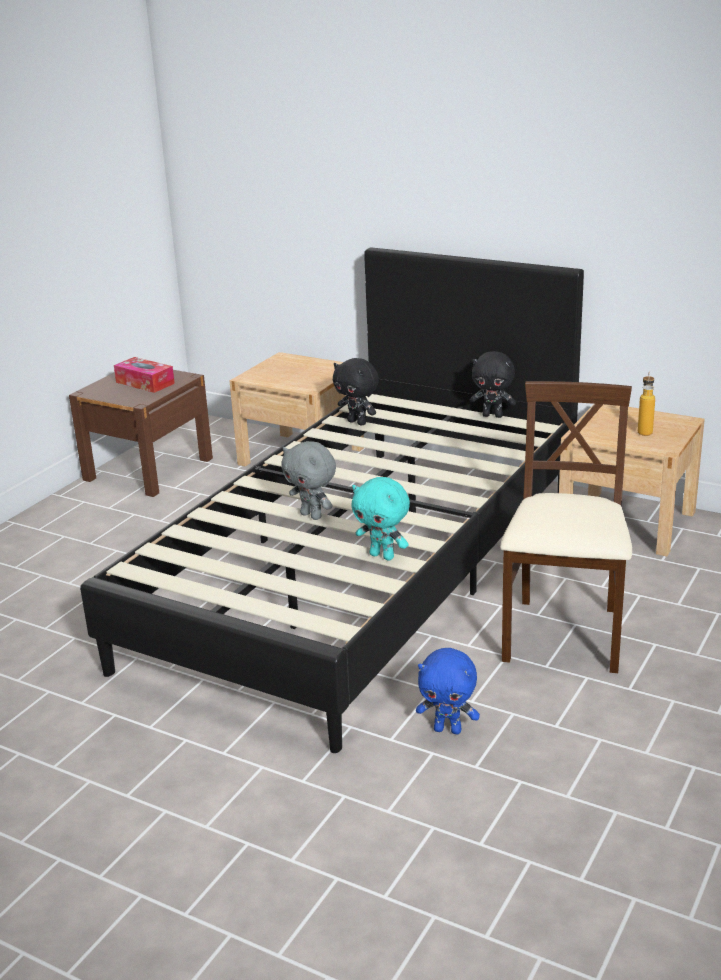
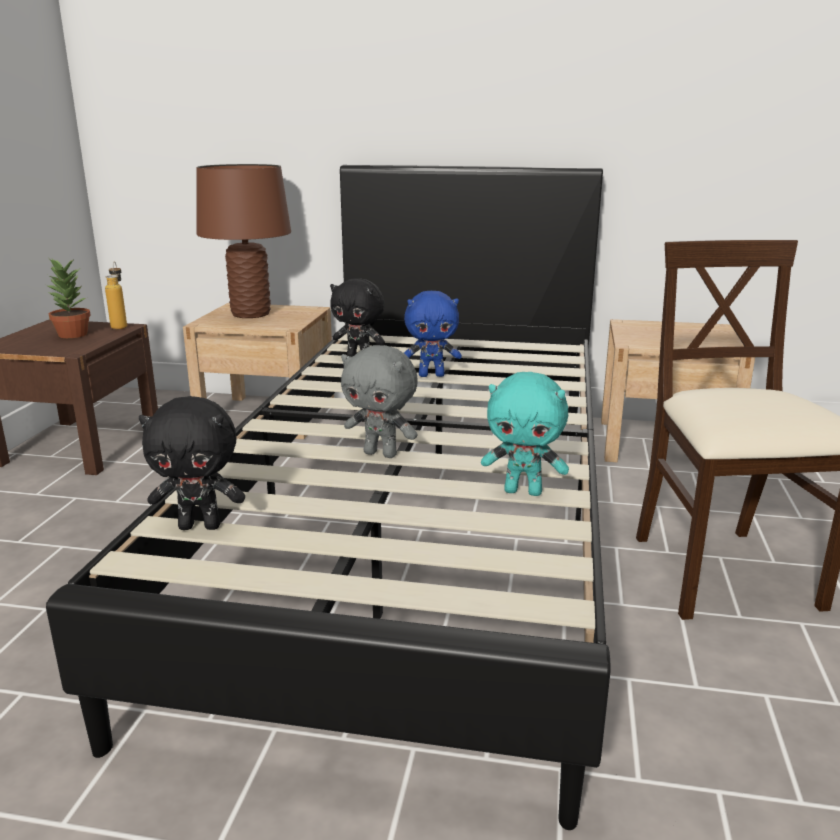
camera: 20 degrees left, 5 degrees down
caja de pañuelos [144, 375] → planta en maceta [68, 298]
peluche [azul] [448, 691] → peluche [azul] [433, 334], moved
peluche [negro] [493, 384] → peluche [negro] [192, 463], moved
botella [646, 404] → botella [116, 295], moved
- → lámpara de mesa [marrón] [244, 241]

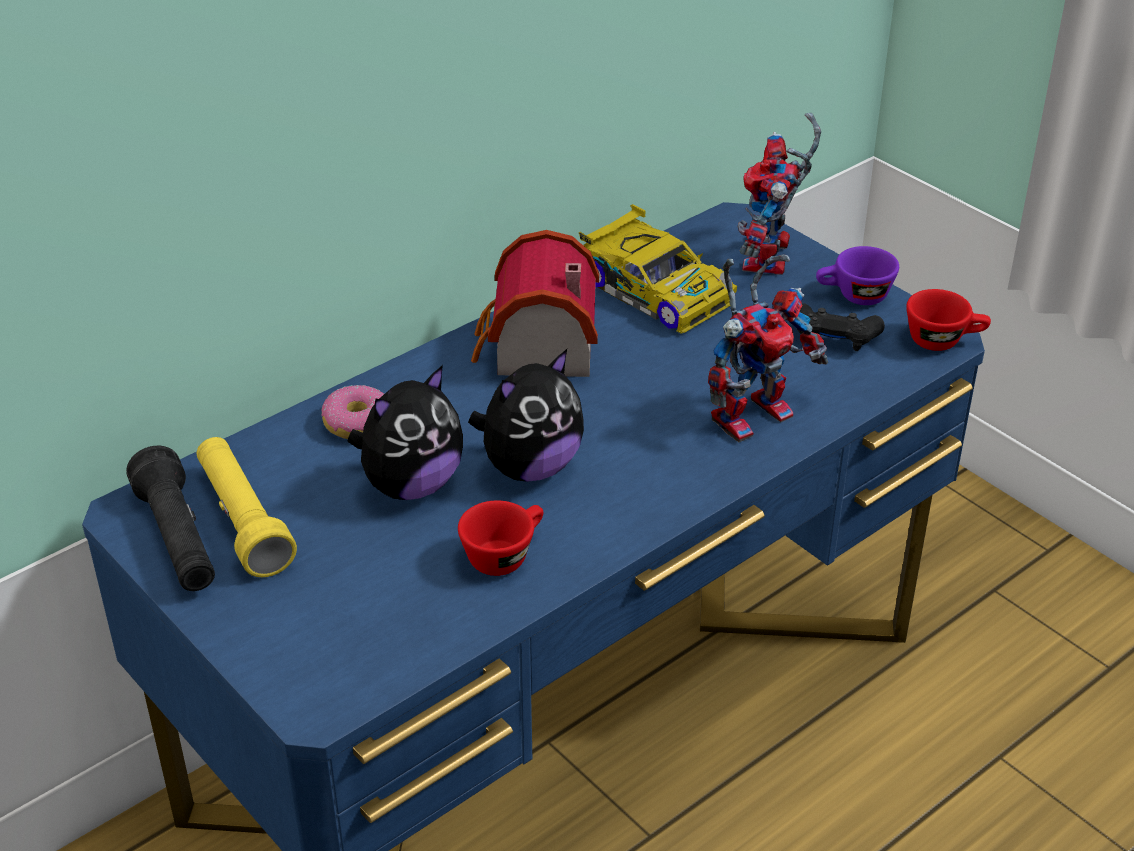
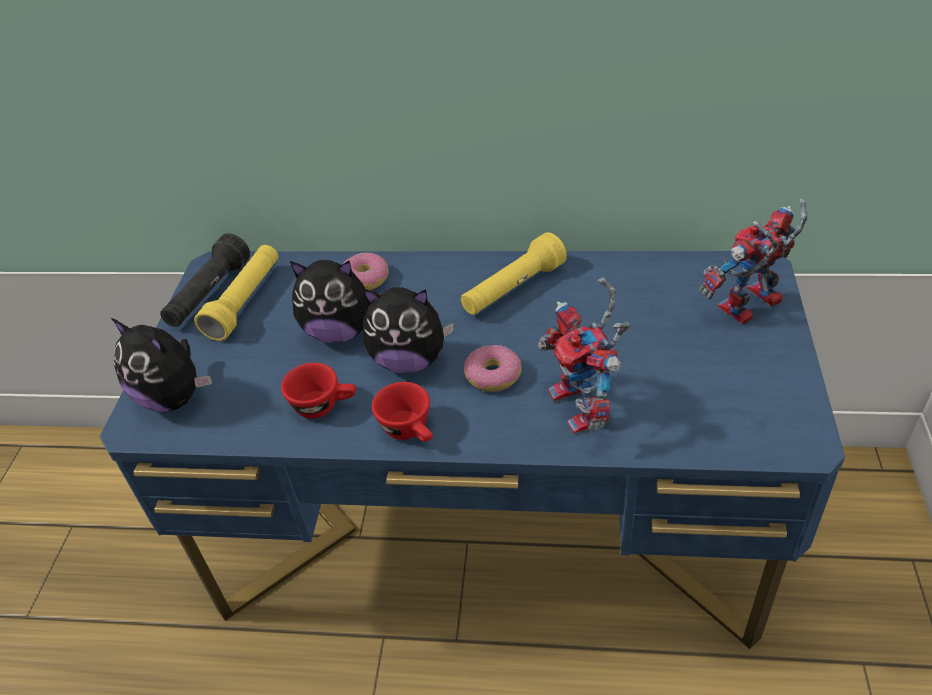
camera: 50 degrees right, 5 degrees up
casita [535, 303] → linterna [amarillo] [514, 273]
coche de juguete [658, 269] → -
robot de juguete [768, 349] → robot de juguete [584, 355], 60 degrees clockwise
mando de consola [negro] [840, 327] → -
taza [morado] [857, 275] → -
taza [rojo] [948, 320] → taza [rojo] [402, 412], moved
- → peluche [161, 365]
- → rosquilla [492, 368]

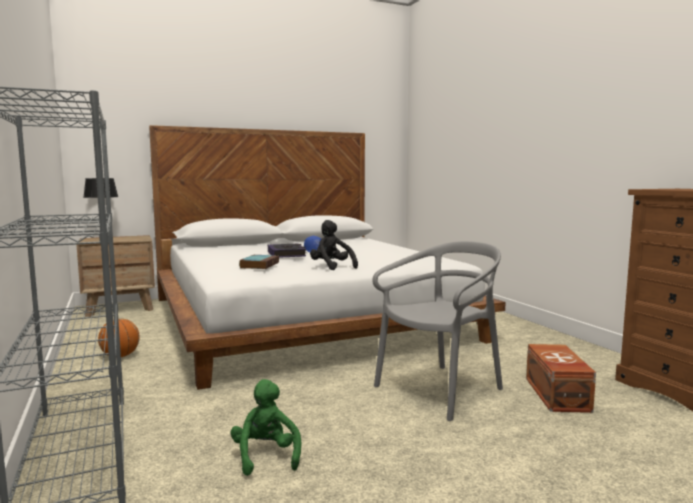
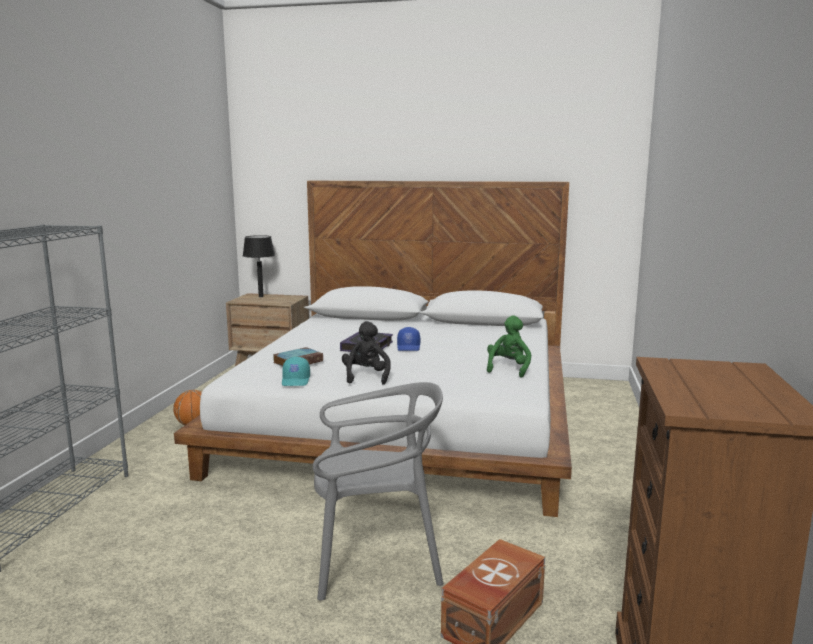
camera: 35 degrees right, 5 degrees up
peluche [verde] [266, 427] → peluche [verde] [509, 346], moved
- → gorra [turquesa] [296, 371]

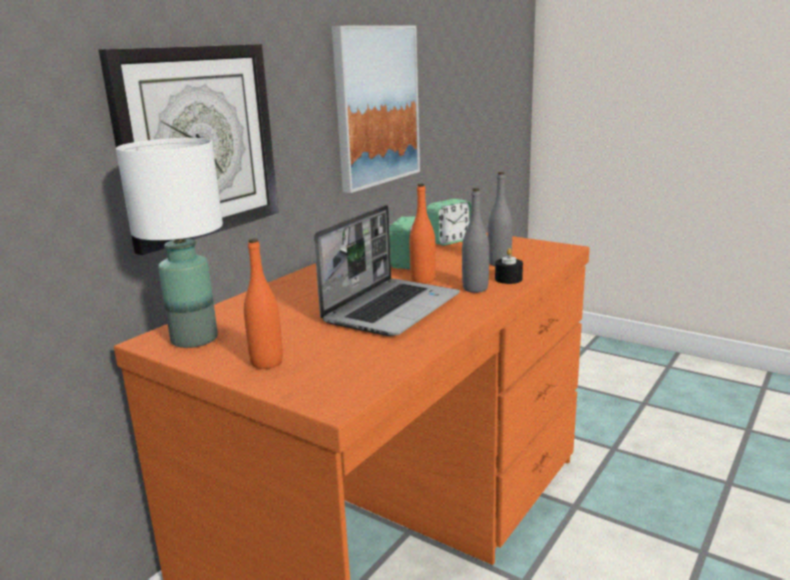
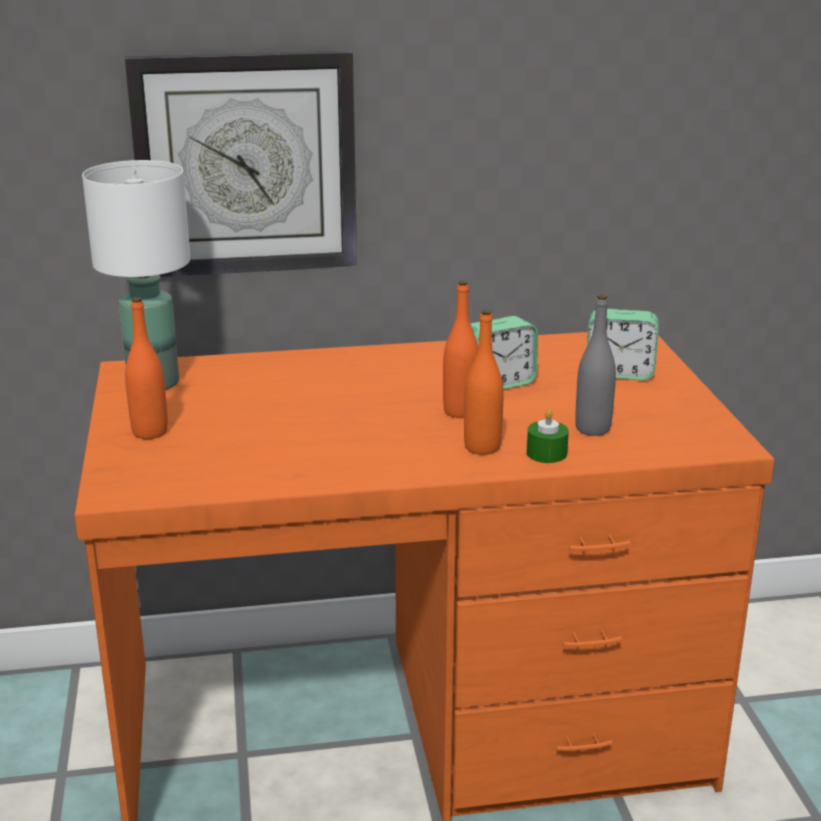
camera: 45 degrees right, 5 degrees up
portátil [387, 270] → -
cuadro [376, 109] → -
botella [gris] [475, 240] → botella [naranja] [483, 382]
vela [negro] [509, 266] → vela [verde] [548, 436]

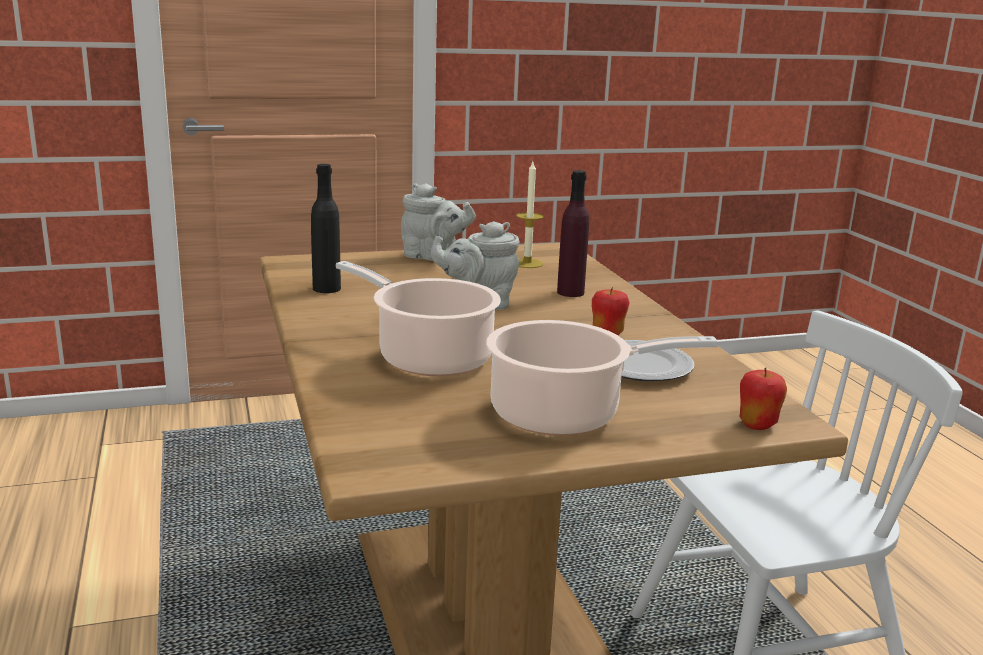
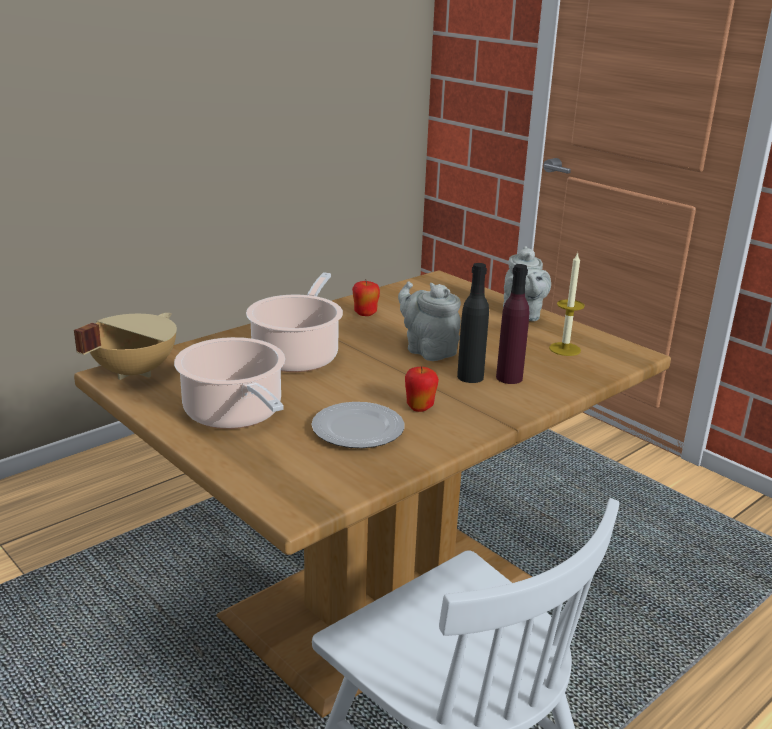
camera: 65 degrees right, 5 degrees up
botella [negro] [326, 228] → botella [negro] [473, 323], moved
manzana [763, 399] → manzana [366, 298], moved
- → olla [beis] [125, 346]

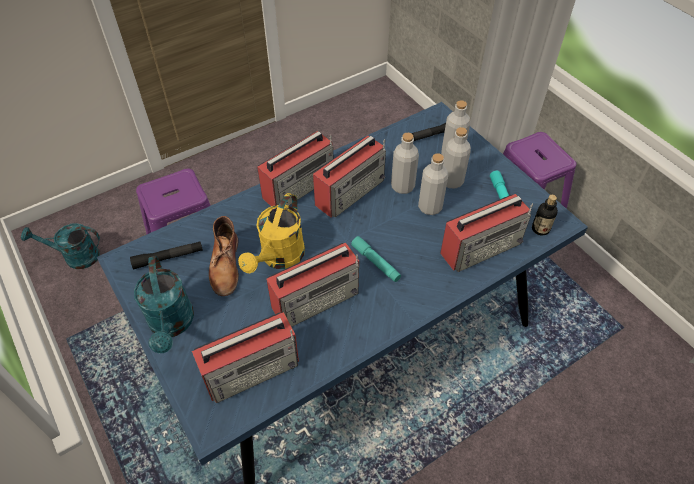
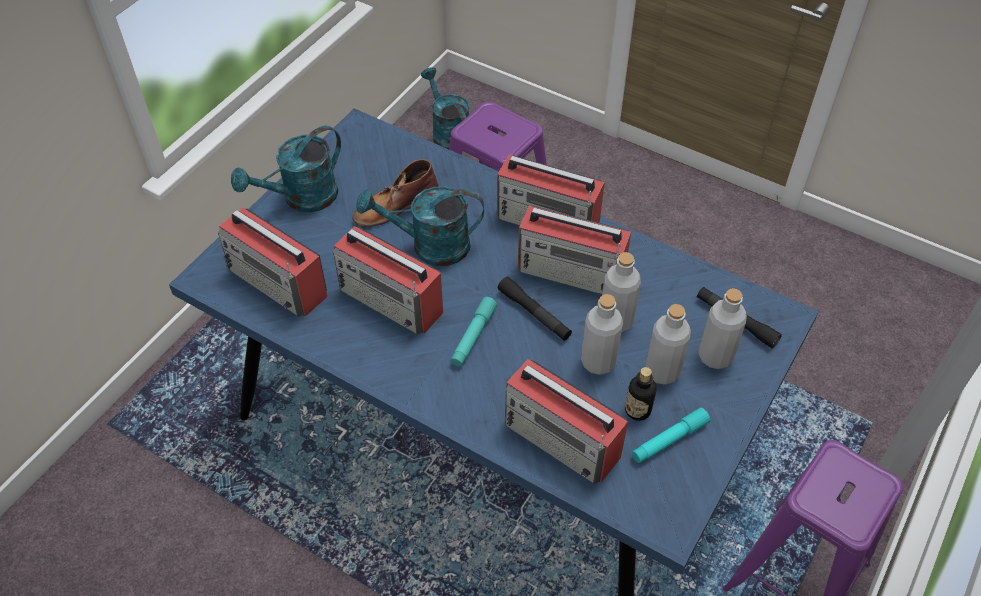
camera: 65 degrees right, 0 degrees up
linterna [negro] [166, 255] → linterna [negro] [535, 309], moved
regadera [amarillo] [271, 233] → regadera [turquesa] [420, 226]
botella [545, 215] → botella [641, 394], moved

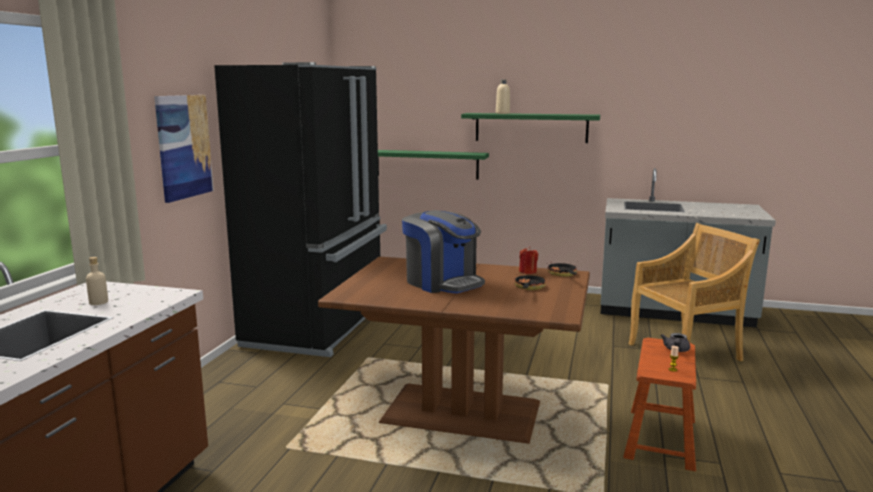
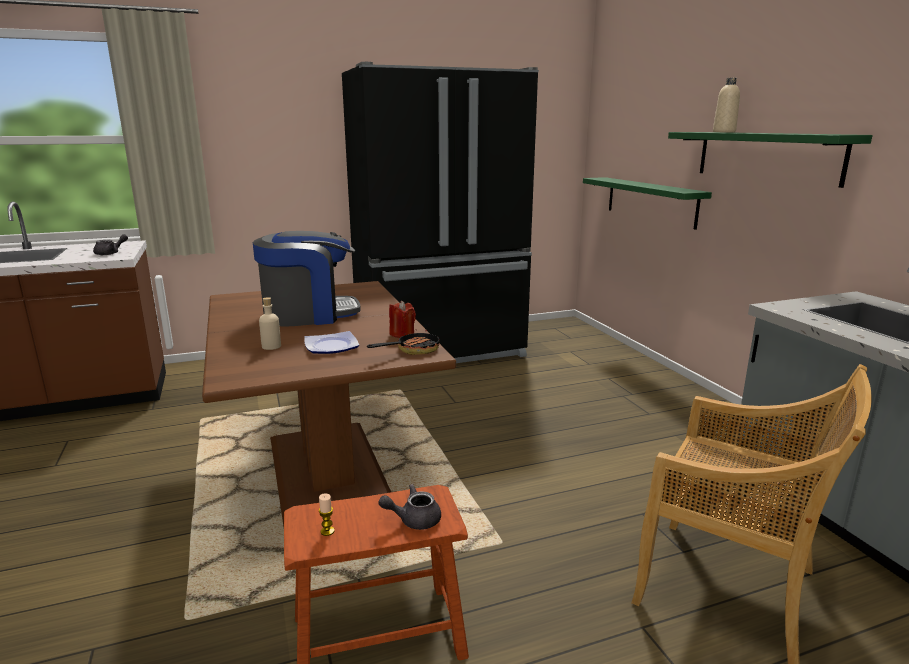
camera: 55 degrees right, 5 degrees up
botella [beis] [97, 281] → botella [beis] [270, 323], moved
cuadro [184, 149] → -
cafetera [443, 251] → cafetera [307, 279], 120 degrees counterclockwise
sartén [530, 282] → plato [332, 342]
- → tetera [gris] [110, 244]

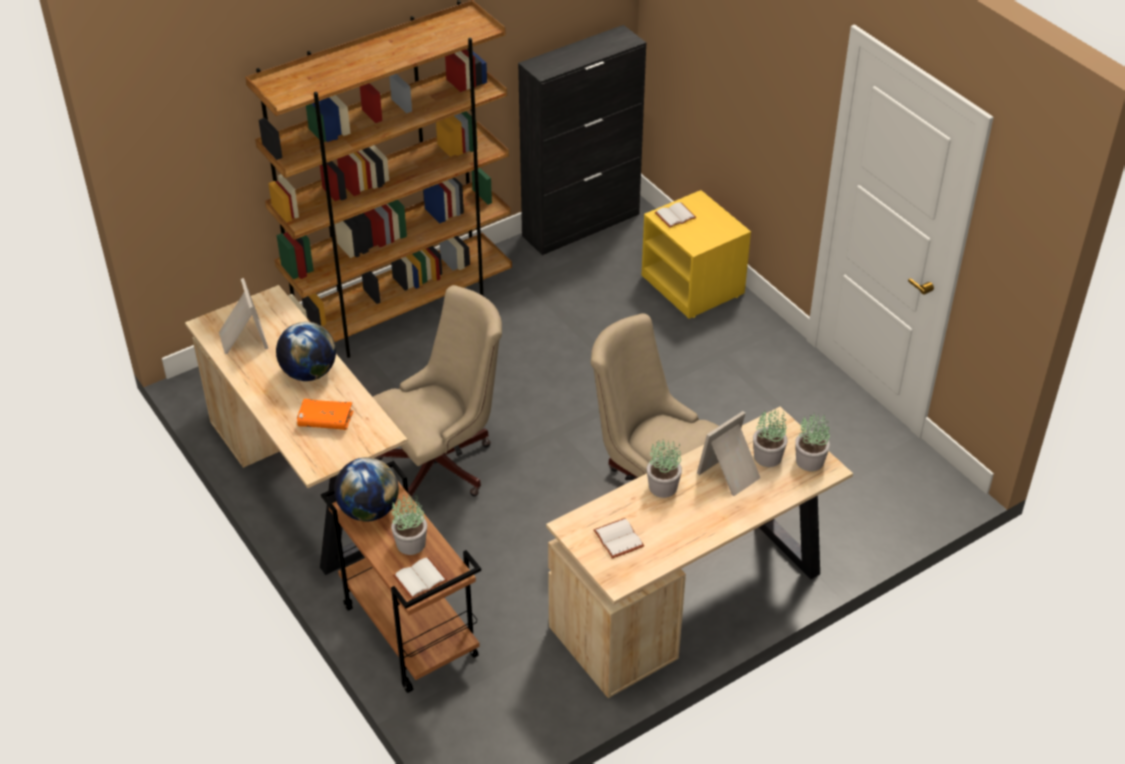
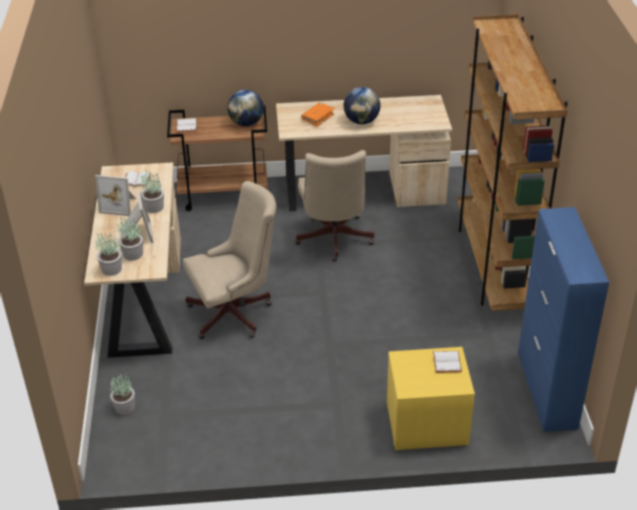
camera: 120 degrees right, 5 degrees down
portarretratos [243, 316] → portarretratos [115, 195], moved
planta en maceta [409, 524] → planta en maceta [122, 394], moved
armario [negro] [582, 140] → armario [azul] [563, 319]

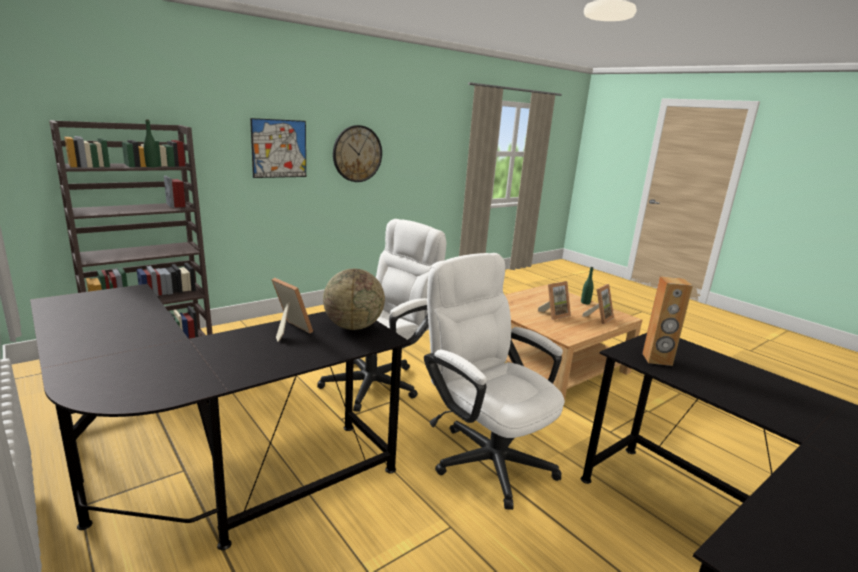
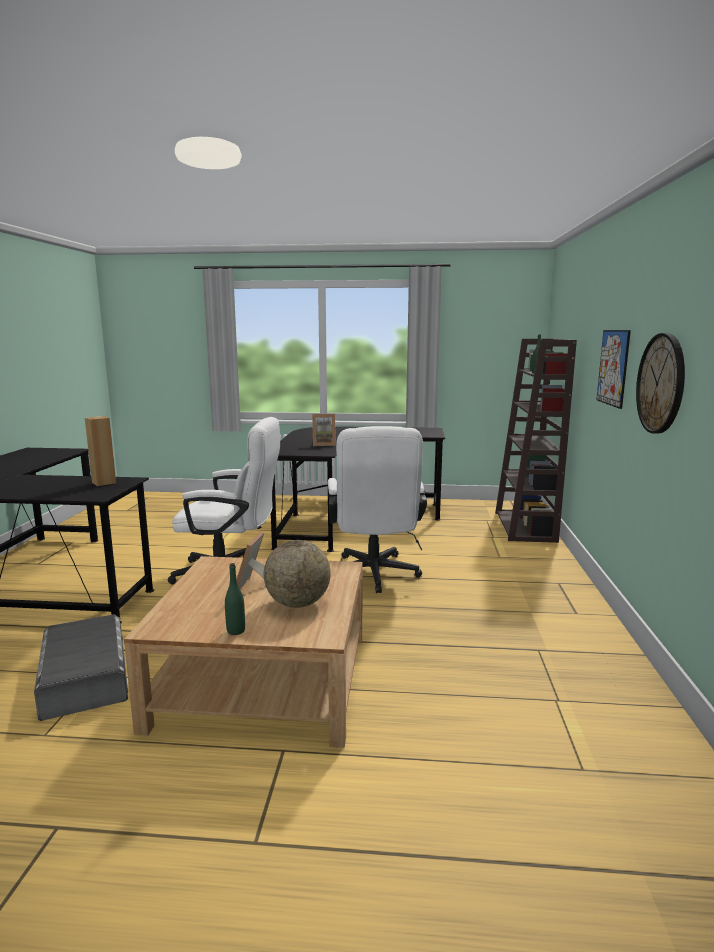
camera: 135 degrees right, 5 degrees down
globo terráqueo [354, 299] → globo terráqueo [297, 574], moved
portarretratos [598, 304] → -
- → caja de almacenaje [gris] [81, 667]

